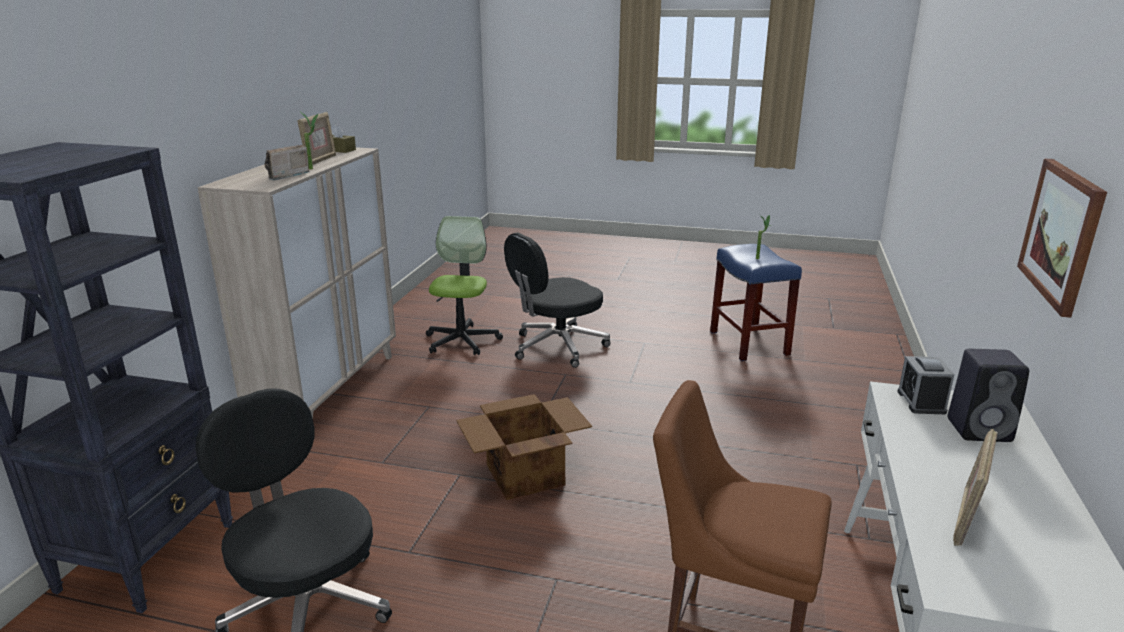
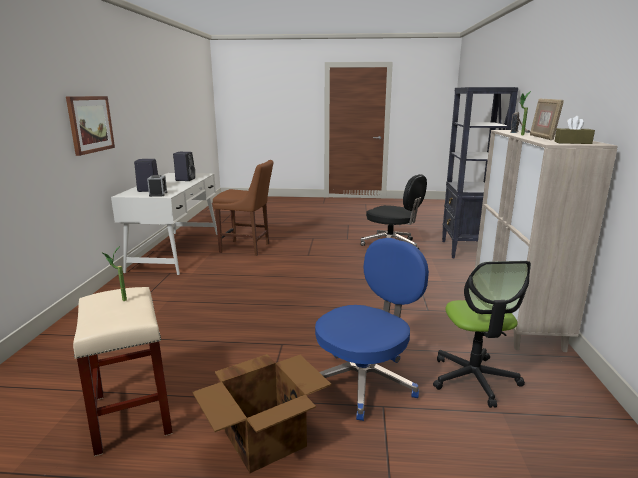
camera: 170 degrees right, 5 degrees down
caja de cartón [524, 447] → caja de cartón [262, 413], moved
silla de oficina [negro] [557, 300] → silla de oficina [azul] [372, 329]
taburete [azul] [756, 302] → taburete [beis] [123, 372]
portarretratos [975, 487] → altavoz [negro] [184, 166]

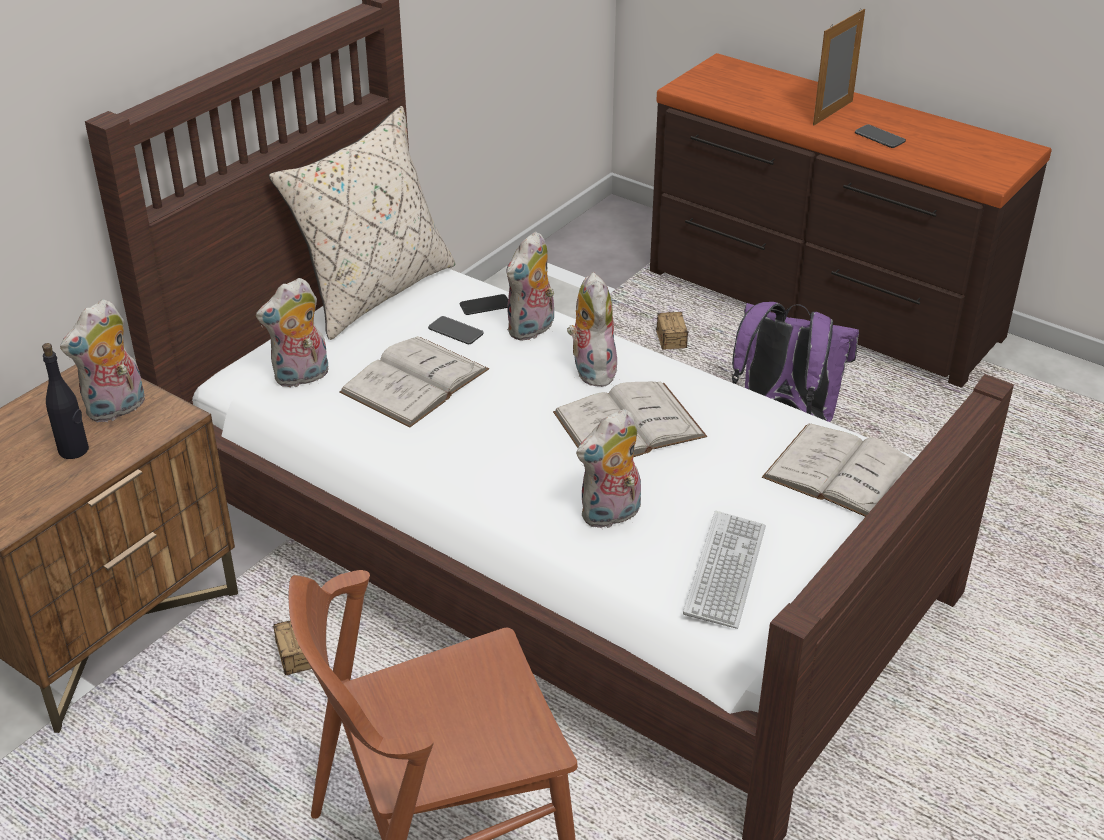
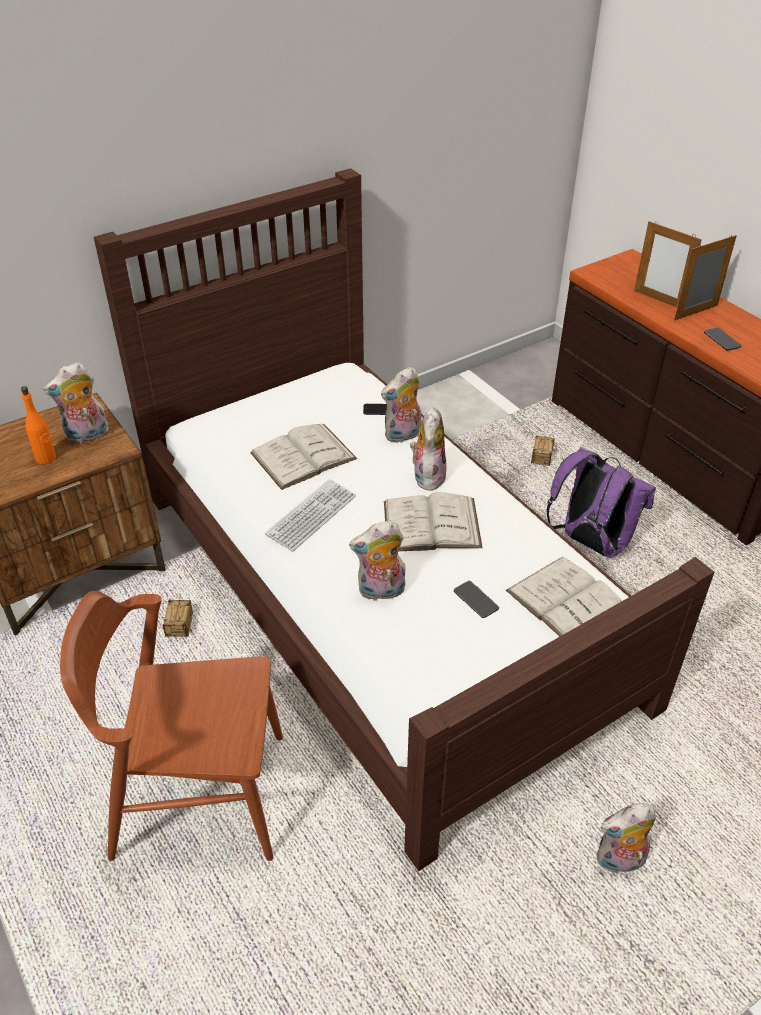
camera: 20 degrees right, 5 degrees up
botella [negro] [65, 401] → botella [naranja] [38, 425]
peluche [292, 332] → peluche [626, 838], moved
cojín [beis] [362, 223] → -
móvil [456, 330] → móvil [476, 599], moved
teclado [724, 570] → teclado [310, 515], moved
- → portarretratos [668, 264]

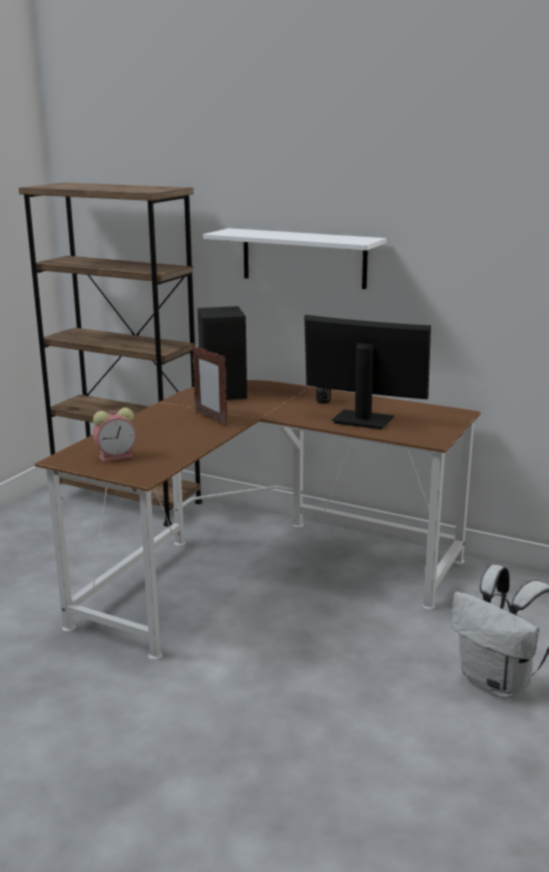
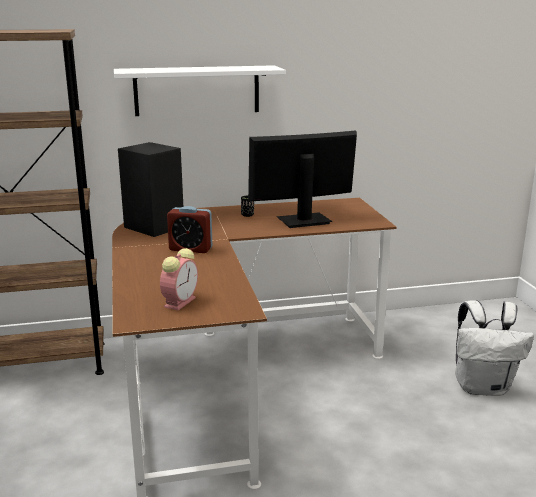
camera: 40 degrees left, 0 degrees up
portarretratos [210, 385] → despertador [189, 229]

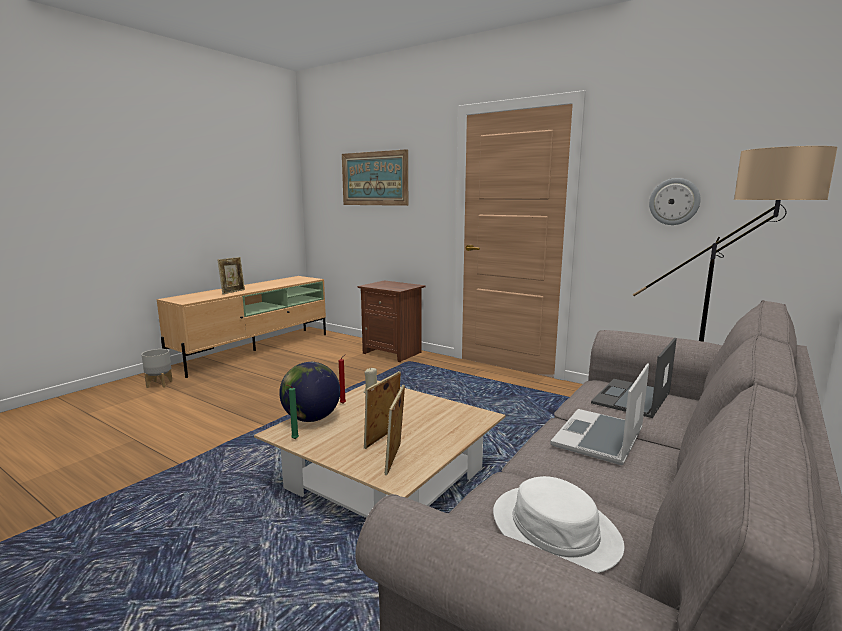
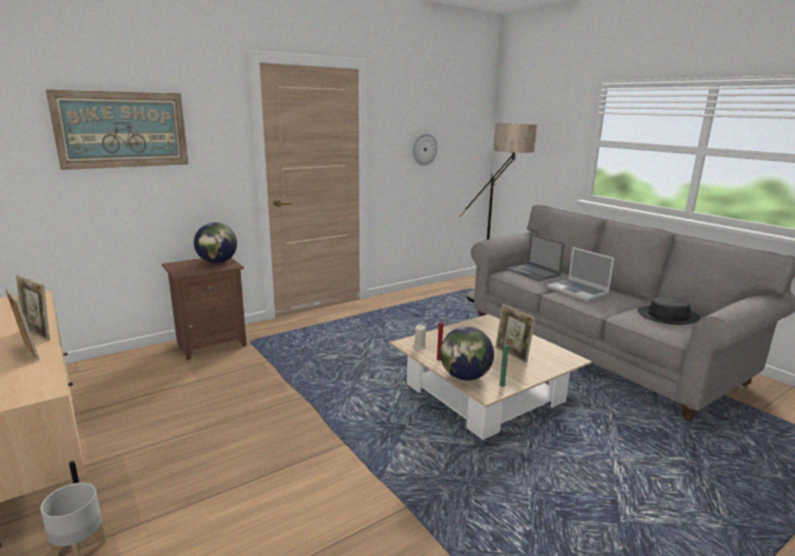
camera: 70 degrees left, 5 degrees up
portarretratos [394, 430] → portarretratos [33, 308], moved
sombrero [blanco] [558, 524] → sombrero [negro] [669, 311]
- → globo terráqueo [215, 243]

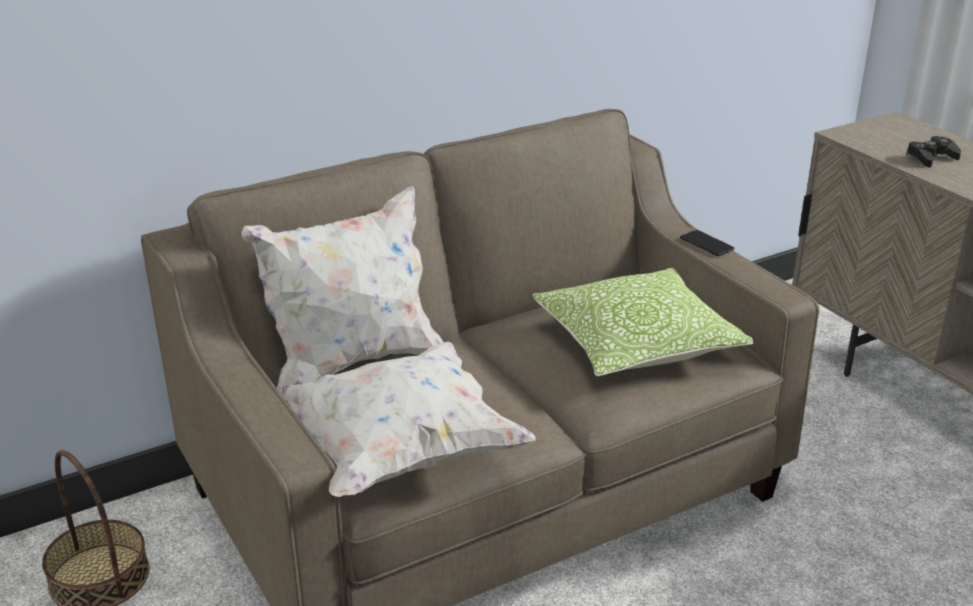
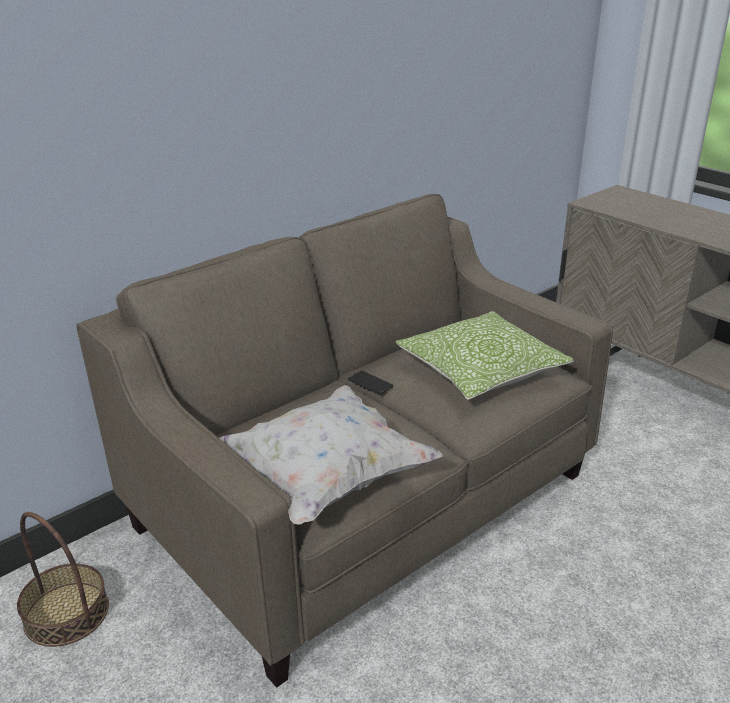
camera: 10 degrees left, 0 degrees up
cojín [blanco] [343, 287] → -
móvil [707, 243] → móvil [370, 383], moved
mando de consola [negro] [933, 152] → -

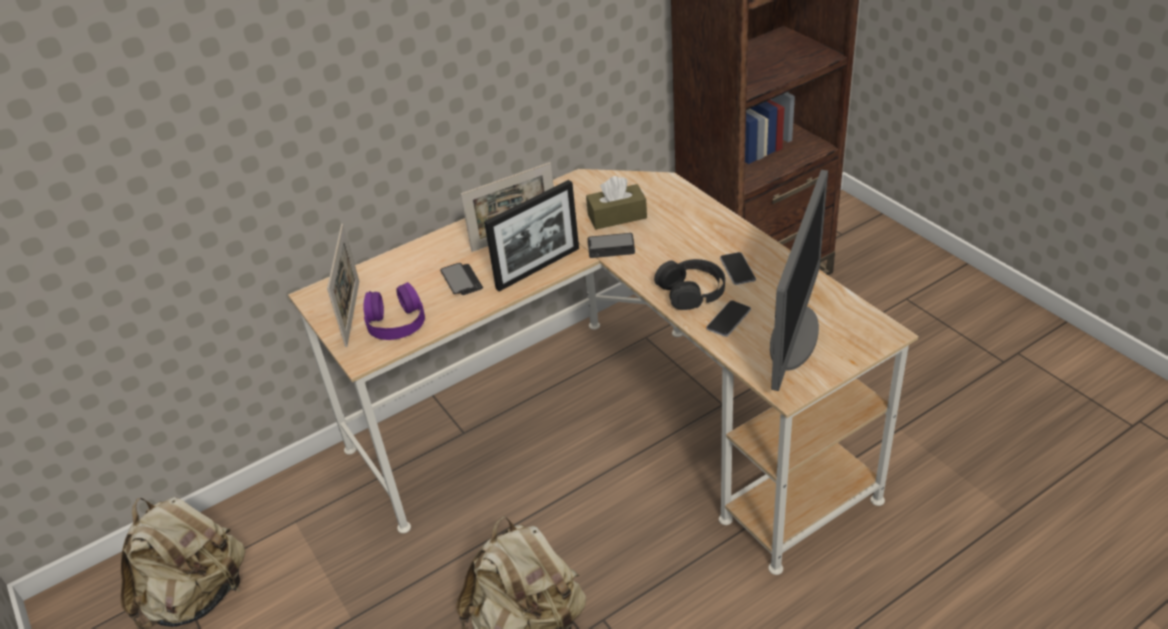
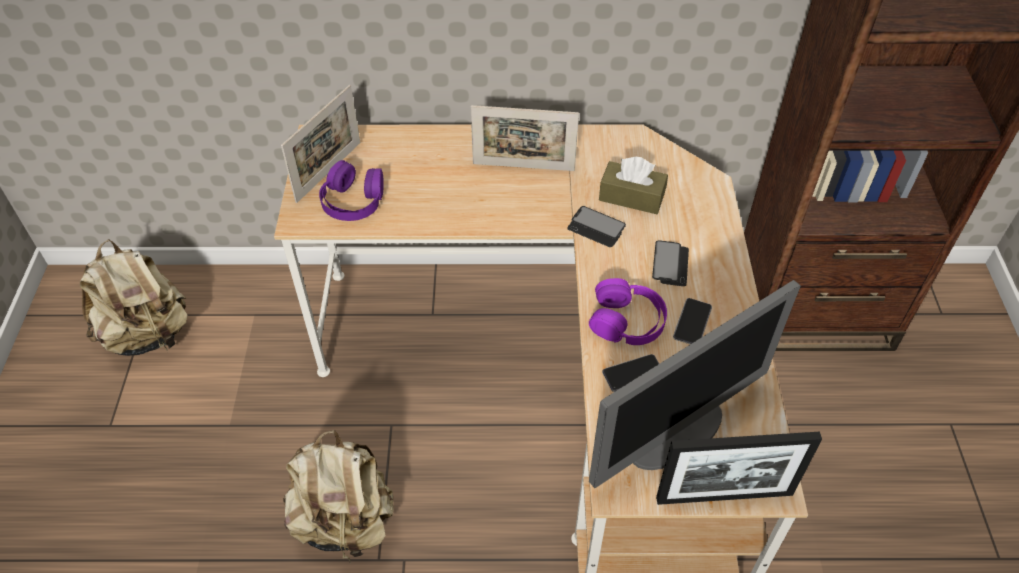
camera: 30 degrees right, 10 degrees up
móvil [461, 279] → móvil [670, 263], moved
portarretratos [531, 236] → portarretratos [739, 468], moved
auriculares [negro] [689, 284] → auriculares [morado] [628, 311]

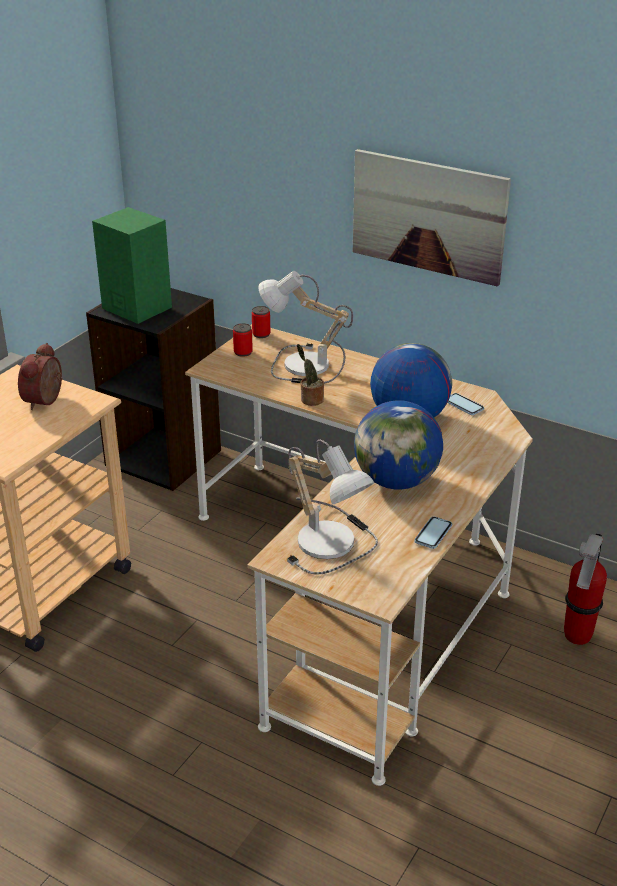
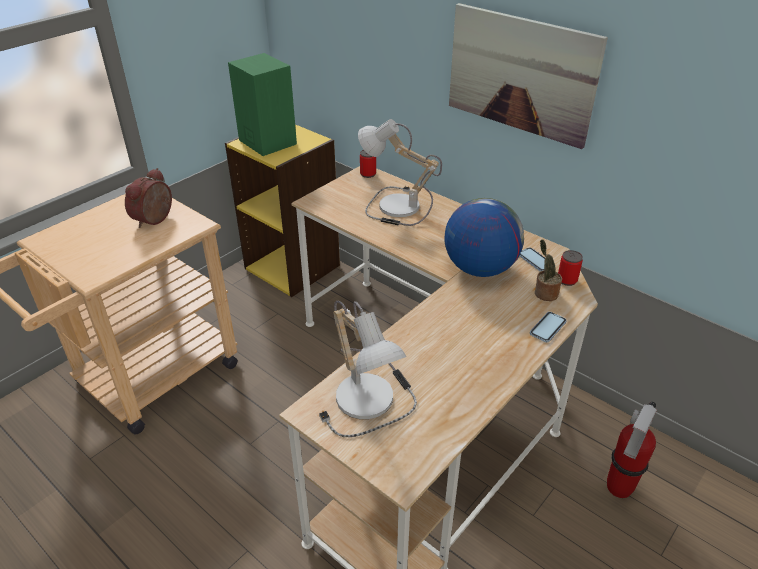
camera: 10 degrees right, 5 degrees up
estantería [negro] [153, 389] → estantería [amarillo] [282, 211]
lata [243, 340] → lata [570, 268], moved
planta en maceta [310, 375] → planta en maceta [548, 270], moved
globo terráqueo [398, 445] → -
móvil [433, 533] → móvil [548, 327], moved

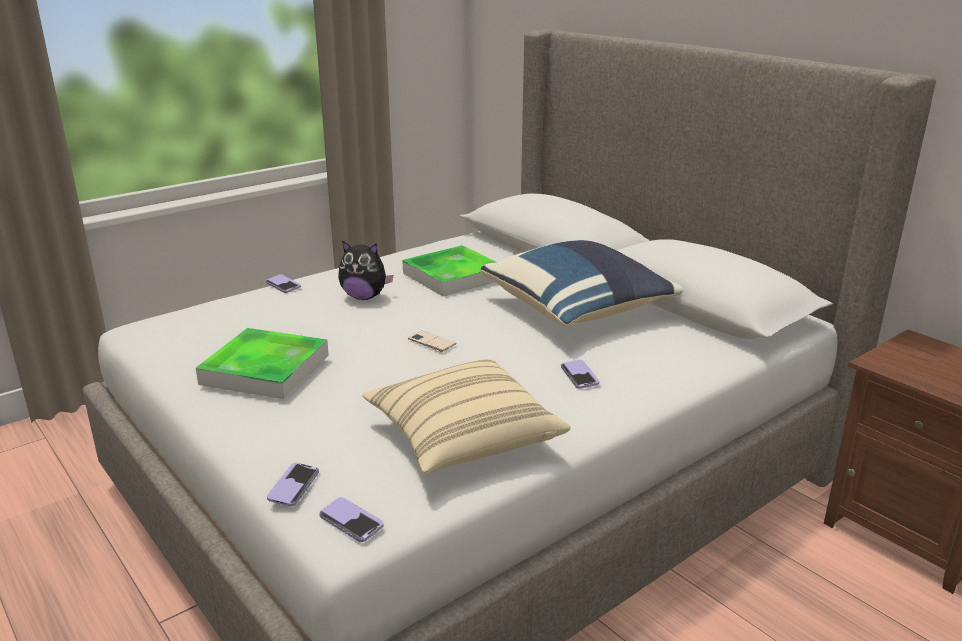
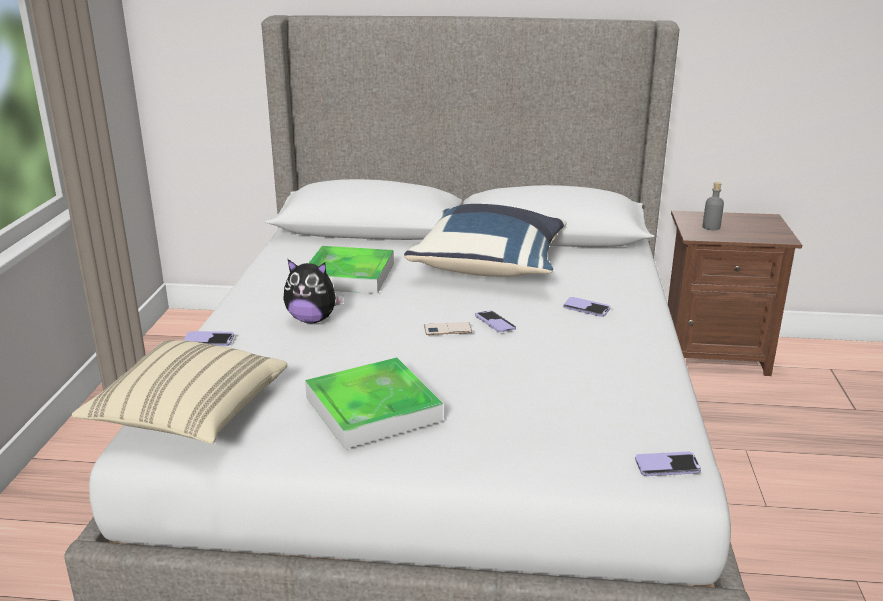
camera: 45 degrees left, 0 degrees up
móvil [293, 484] → móvil [495, 321], moved
peluche [365, 270] → peluche [313, 291], 45 degrees clockwise
cojín [beis] [466, 416] → cojín [beis] [179, 392], moved
- → botella [gris] [713, 206]

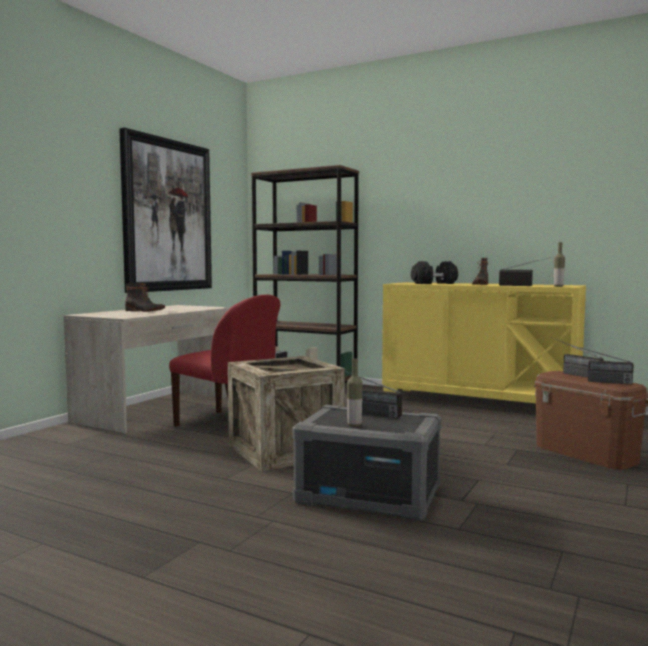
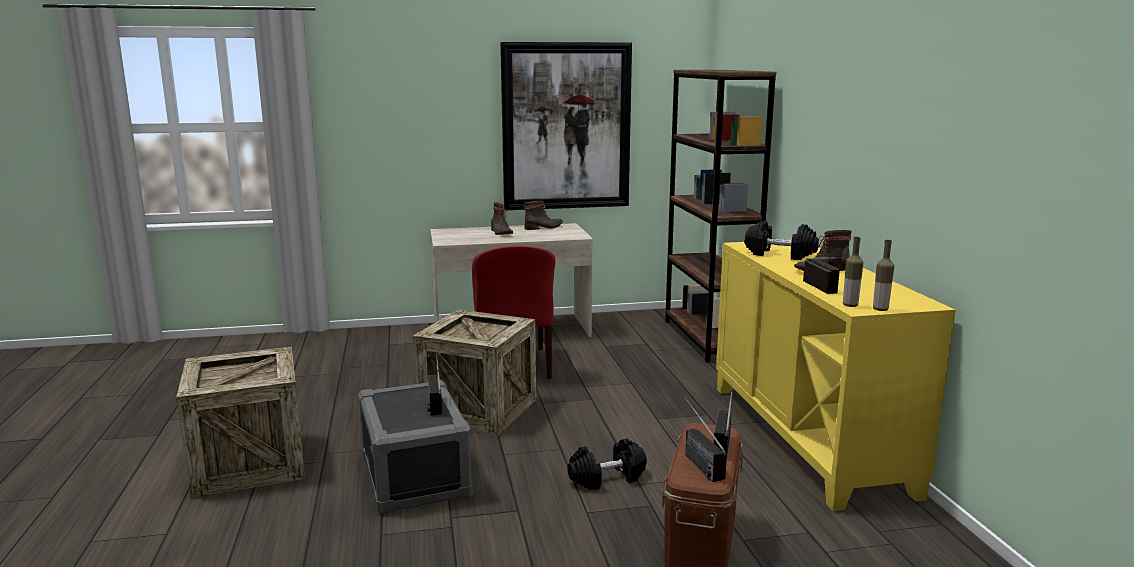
camera: 50 degrees right, 10 degrees up
botella [355, 392] → botella [883, 275], moved
- → caja de embalaje [240, 422]
- → bota [543, 215]
- → mancuerna [negro] [607, 464]

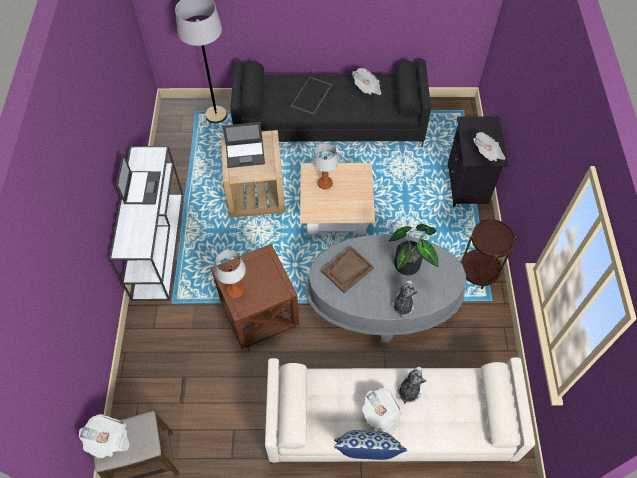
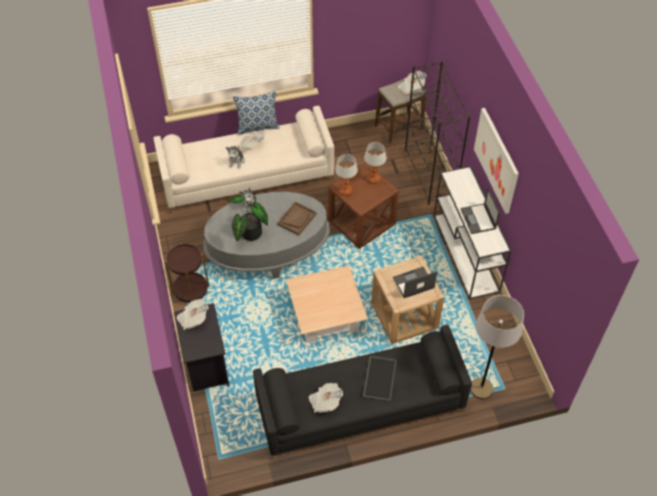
camera: 165 degrees right, 5 degrees down
lámpara de mesa [325, 166] → lámpara de mesa [346, 175], moved
- → estantería [negro] [438, 133]
- → cuadro [496, 161]

